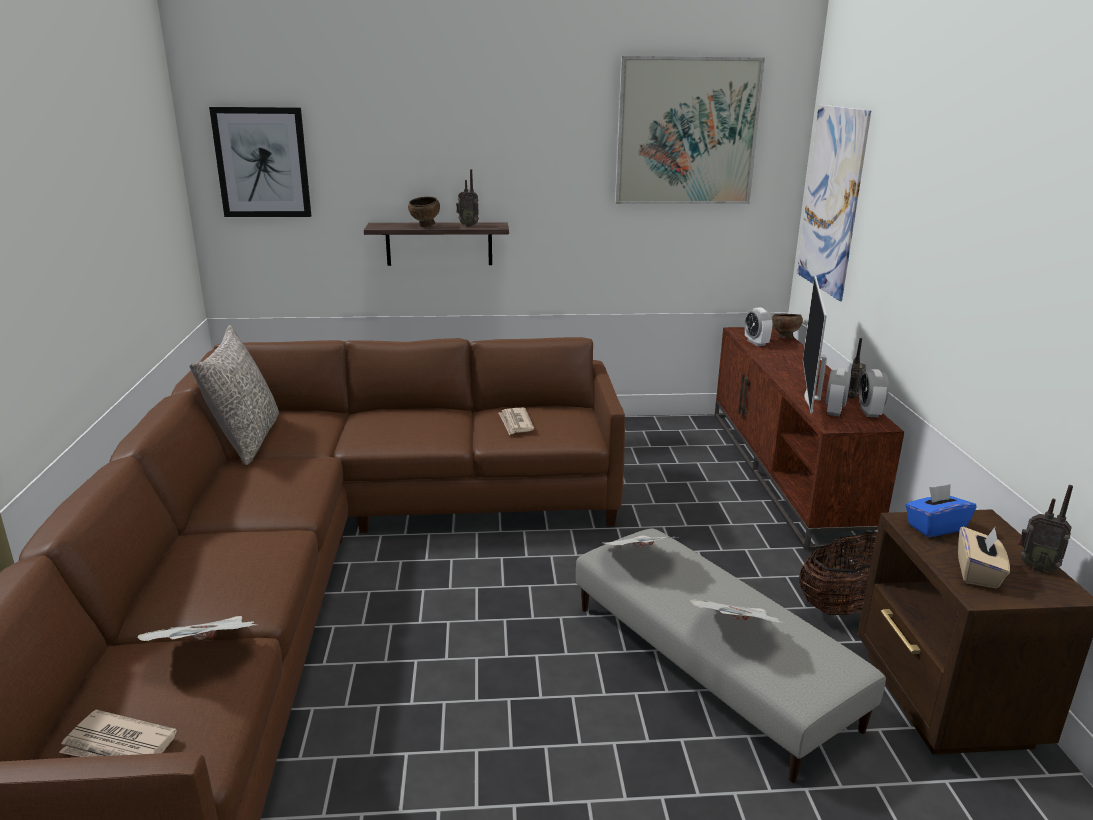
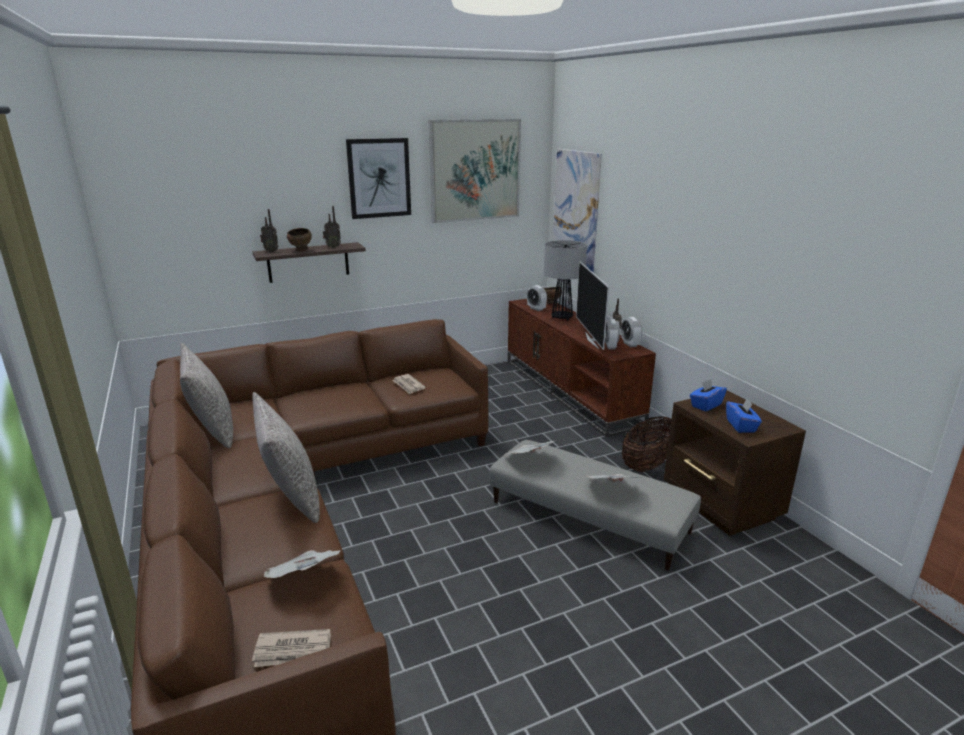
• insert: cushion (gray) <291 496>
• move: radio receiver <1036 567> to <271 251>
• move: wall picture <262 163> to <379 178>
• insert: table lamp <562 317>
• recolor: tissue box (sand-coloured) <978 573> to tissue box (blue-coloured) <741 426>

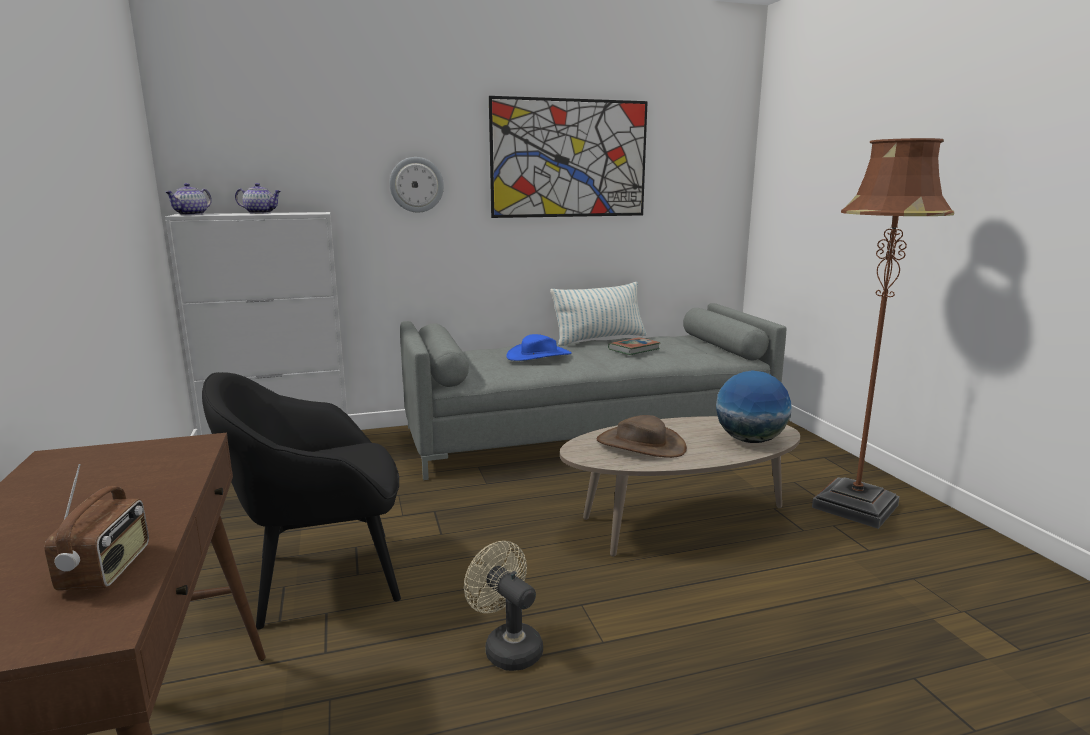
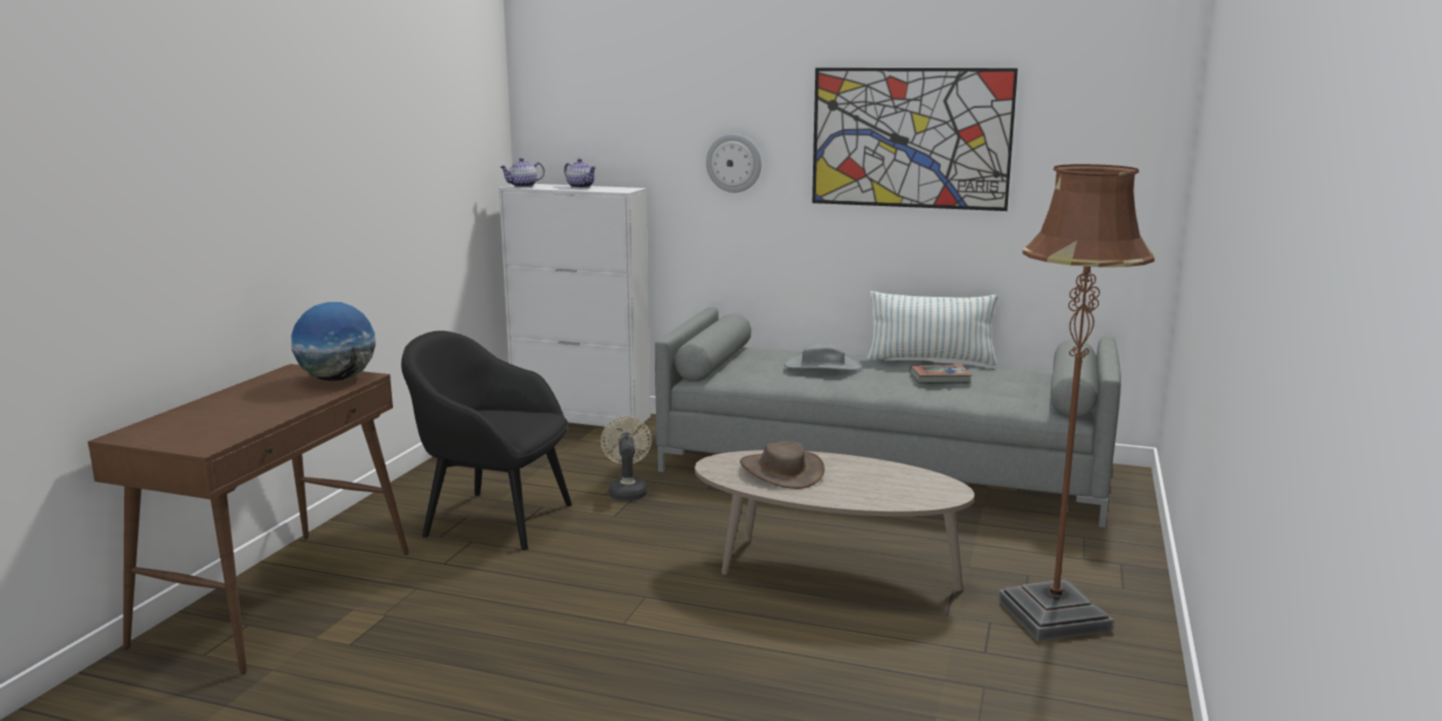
• move: desk globe <750 440> to <338 379>
• move: cooling fan (sand-coloured) <507 647> to <627 491>
• recolor: wearable hat (blue-coloured) <539 355> to wearable hat (gray) <822 366>
• delete: radio receiver <108 570>

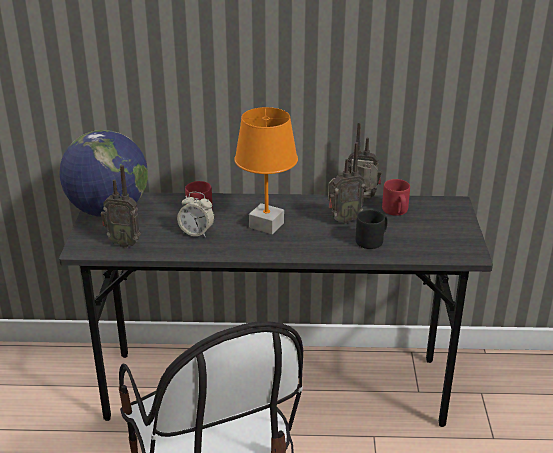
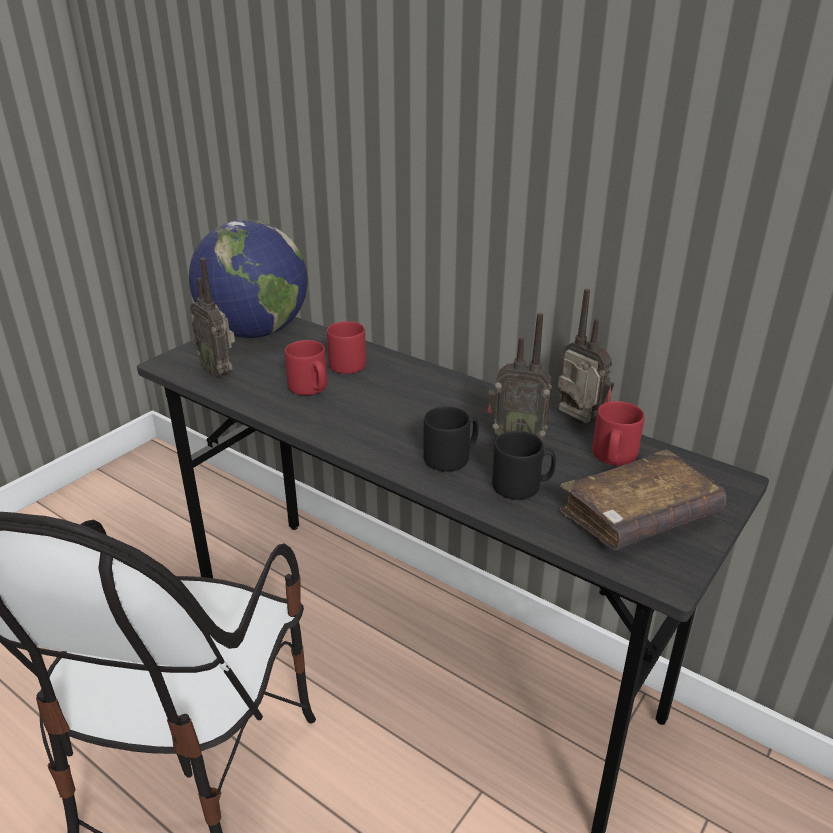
• replace: table clock <196 232> to tea mug (reddish) <310 388>
• insert: tea mug (black-coloured) <451 458>
• insert: bound book (brownish) <638 516>
• delete: table lamp (orange) <266 225>

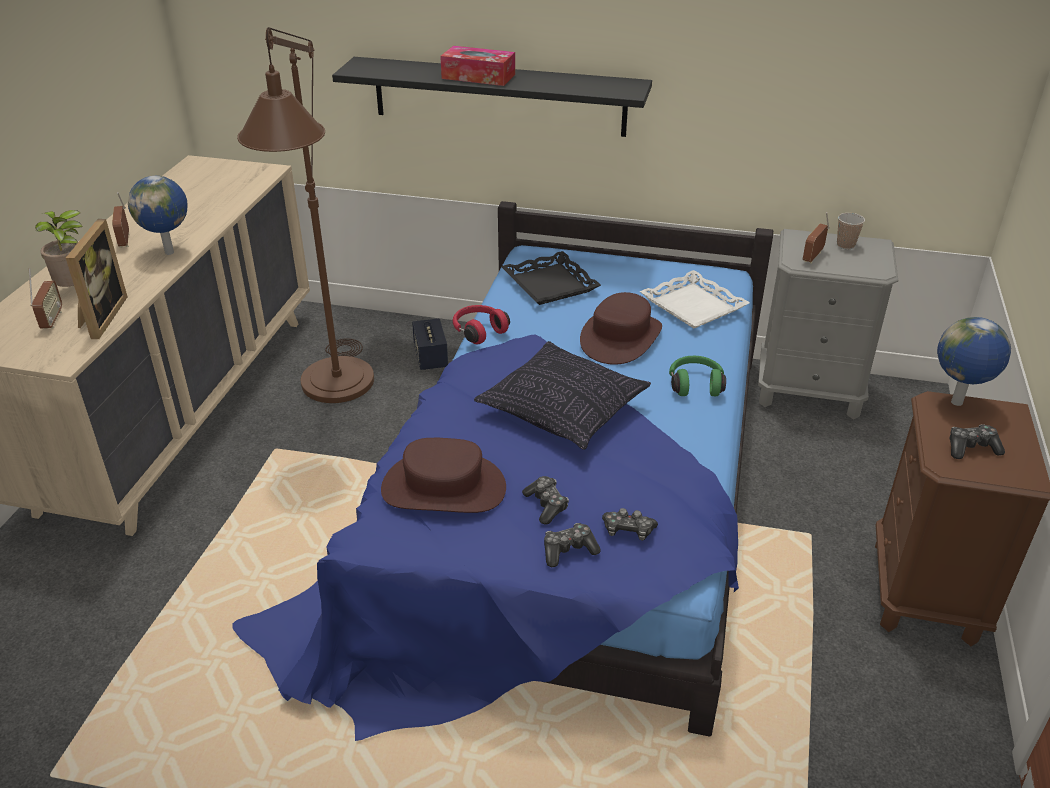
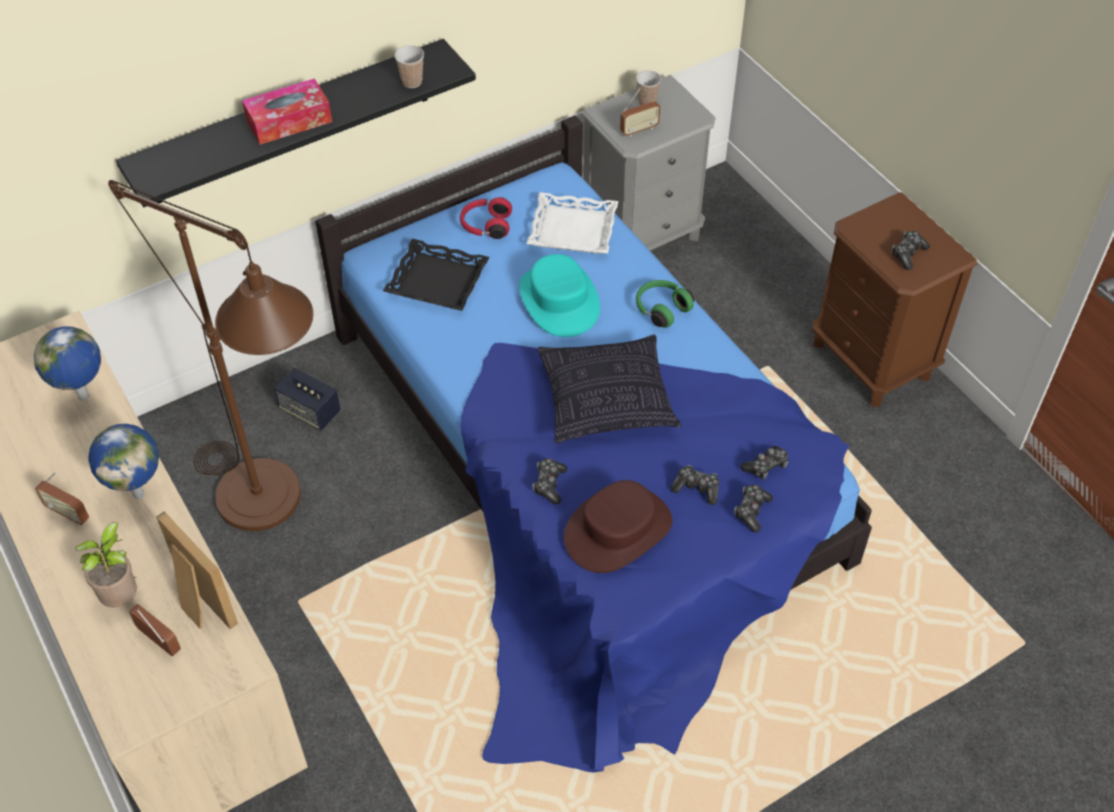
• move: desk globe <957 403> to <84 397>
• insert: drinking cup <412 82>
• move: headphones (reddish) <478 331> to <485 226>
• recolor: wearable hat (brownish) <620 337> to wearable hat (blue-green) <558 300>
• insert: gamepad <549 484>
• rotate: radio receiver <813 257> = <639 130> 105 degrees counterclockwise

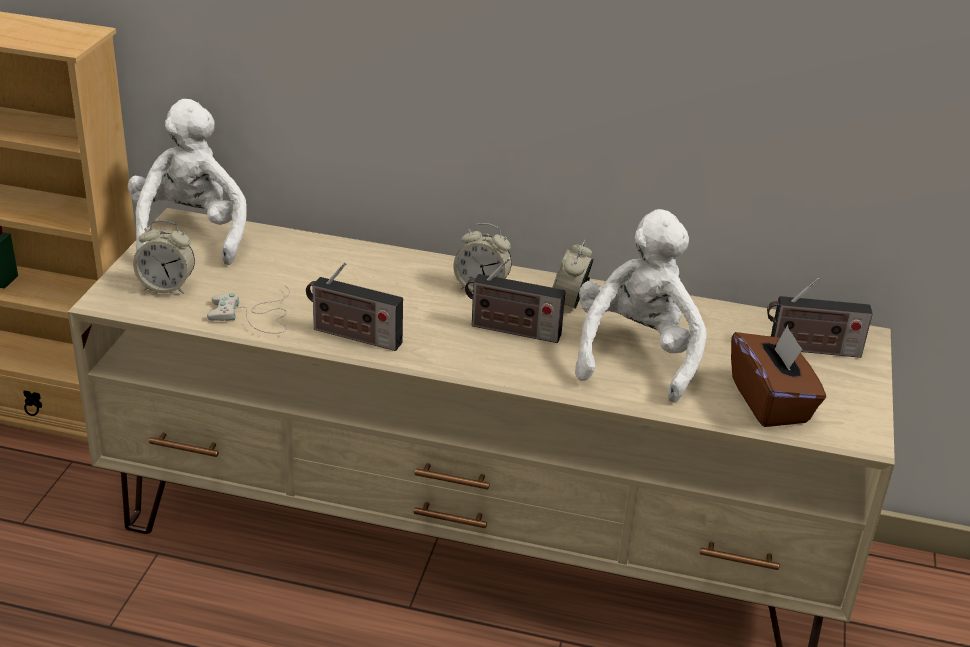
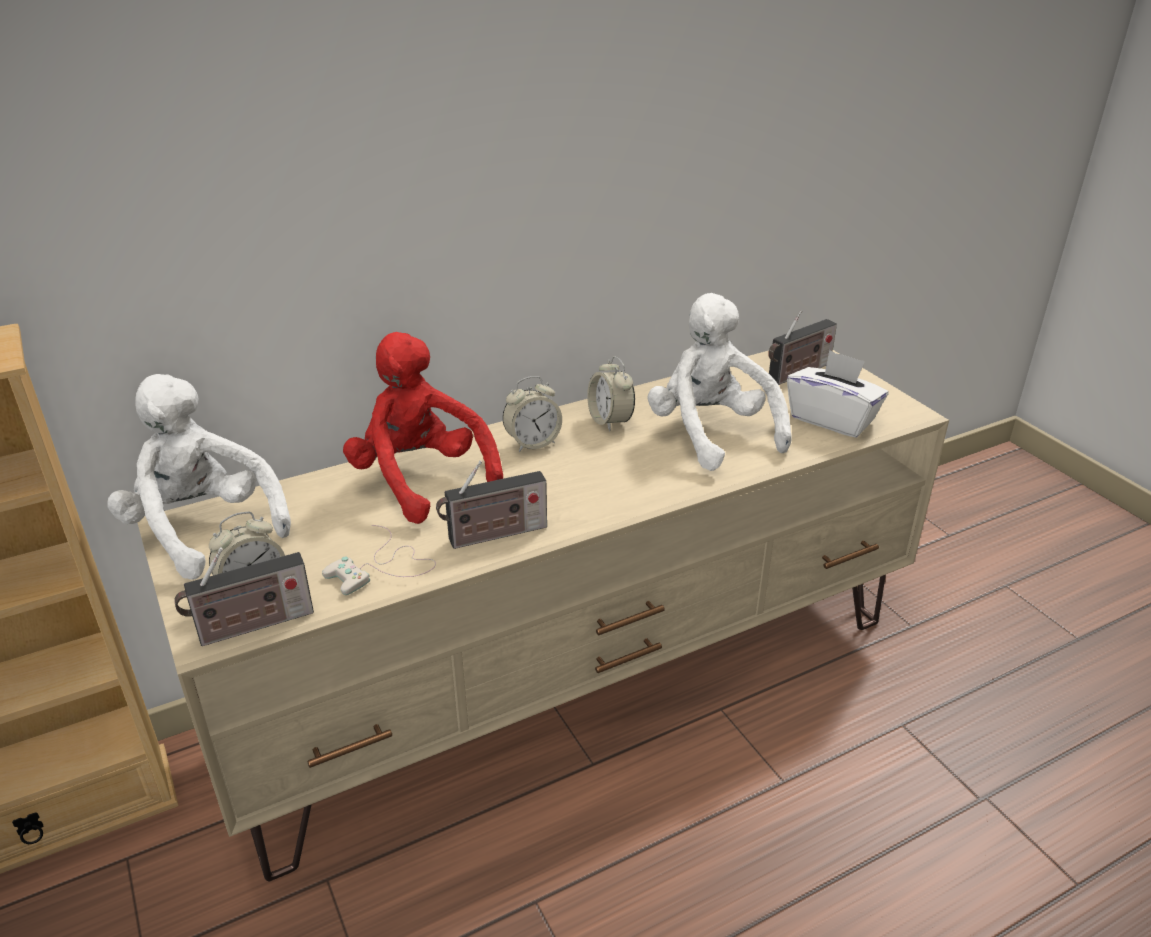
• move: radio receiver <511 330> to <251 626>
• insert: cuddly toy (reddish) <421 480>
• recolor: tissue box (brownish) <770 402> to tissue box (white) <832 419>

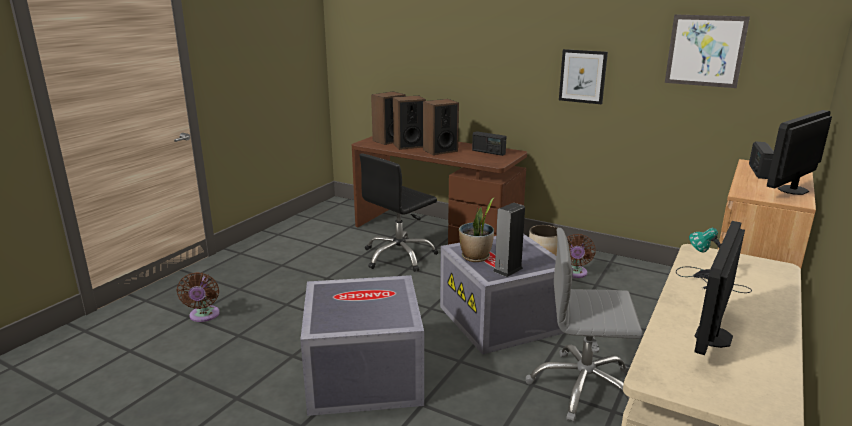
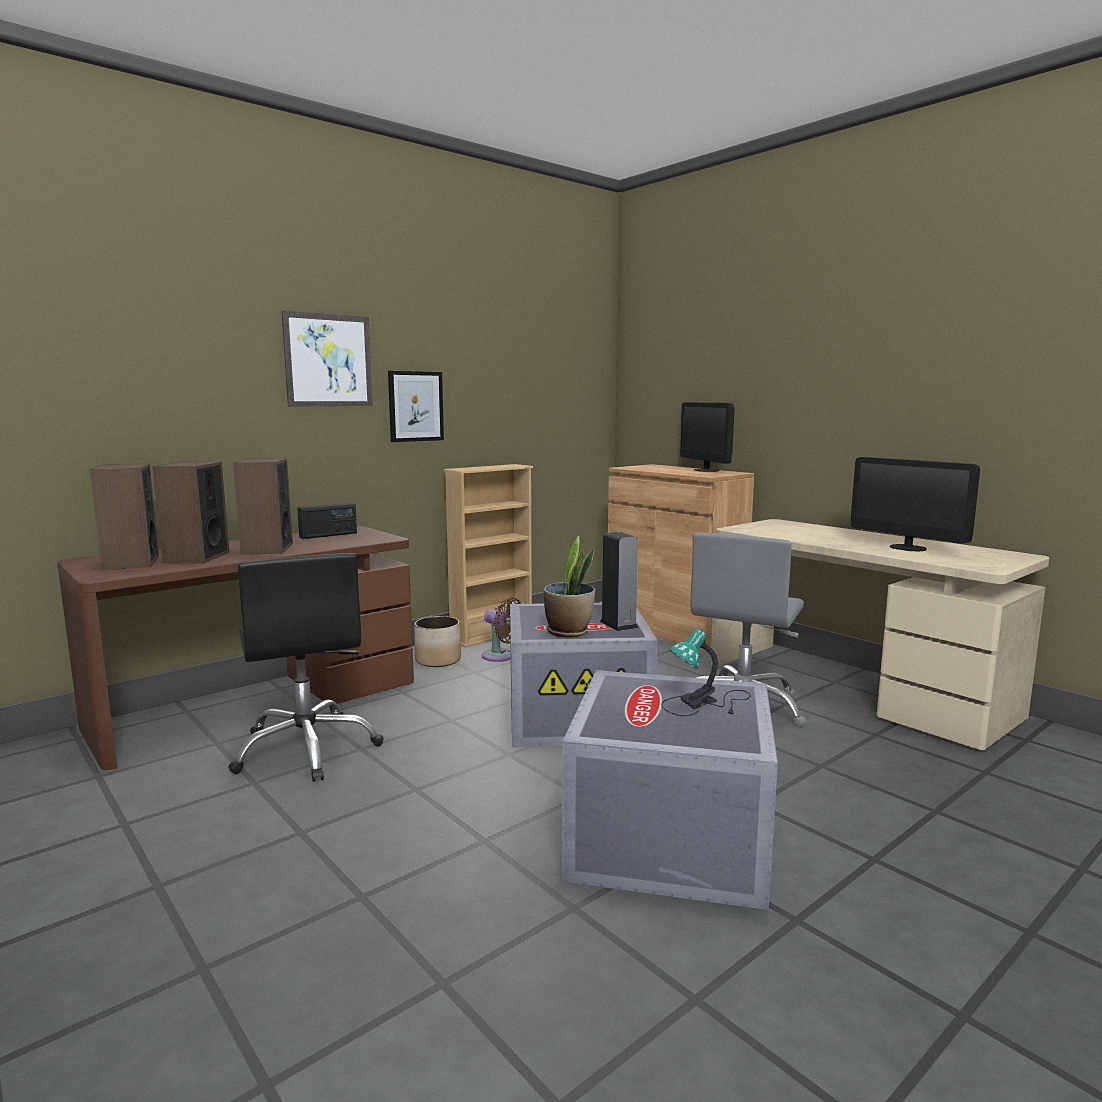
• move: wall picture <705 51> to <328 360>
• insert: bookcase (sand-coloured) <491 635>
• move: table lamp <709 279> to <706 703>
• delete: cooling fan (brownish) <204 316>
• delete: radio receiver <759 172>

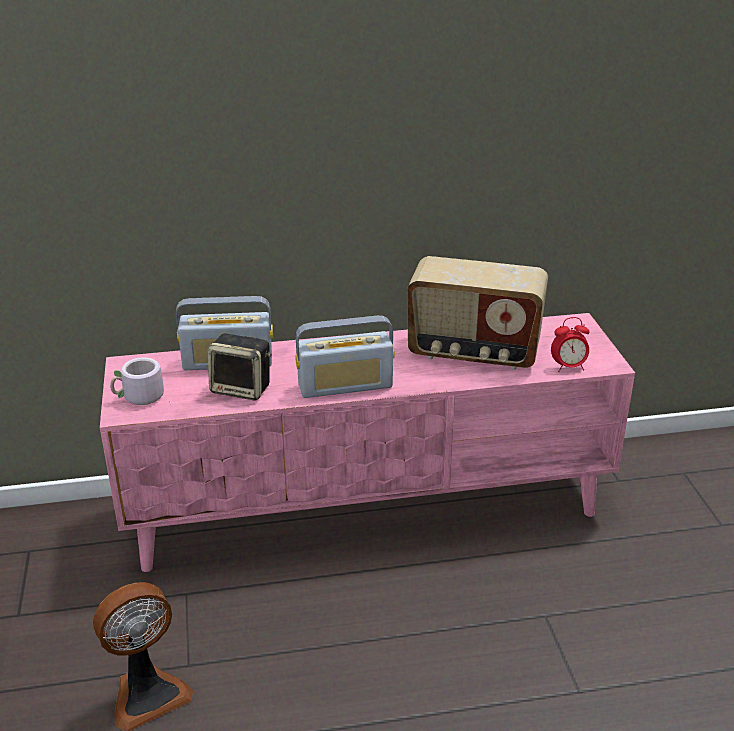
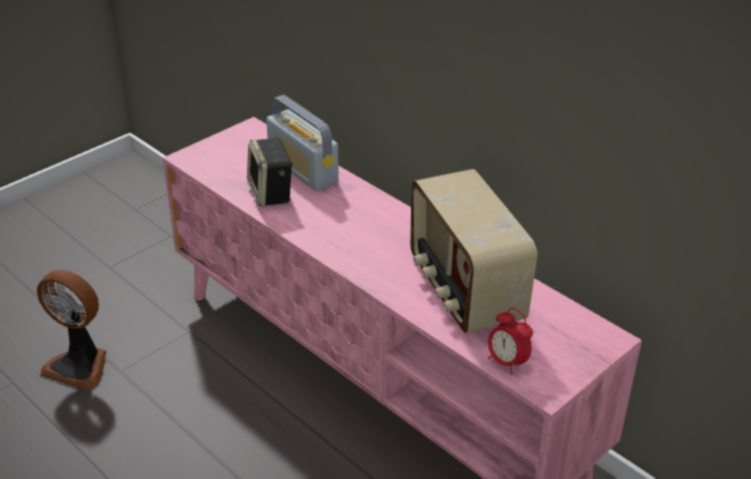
• delete: tea mug (gray) <140 398>
• delete: radio receiver <345 385>

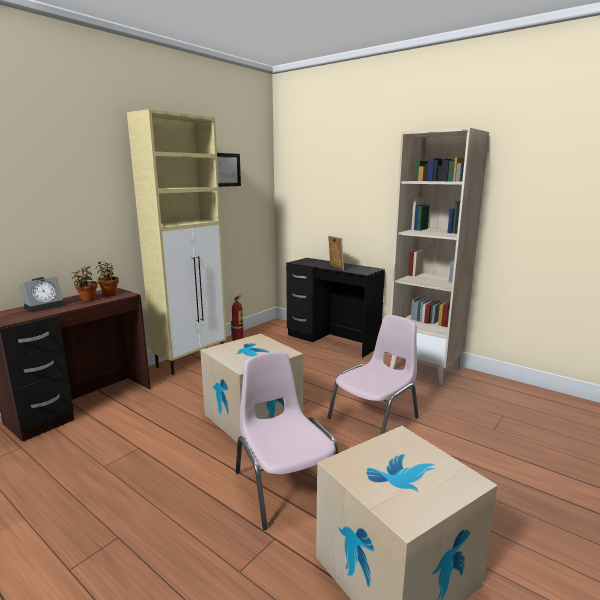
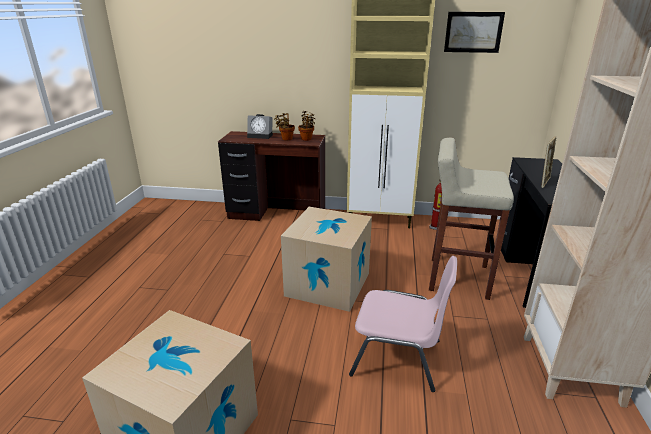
• insert: stool (sand-coloured) <457 278>
• delete: plain chair (pink-coloured) <285 485>

